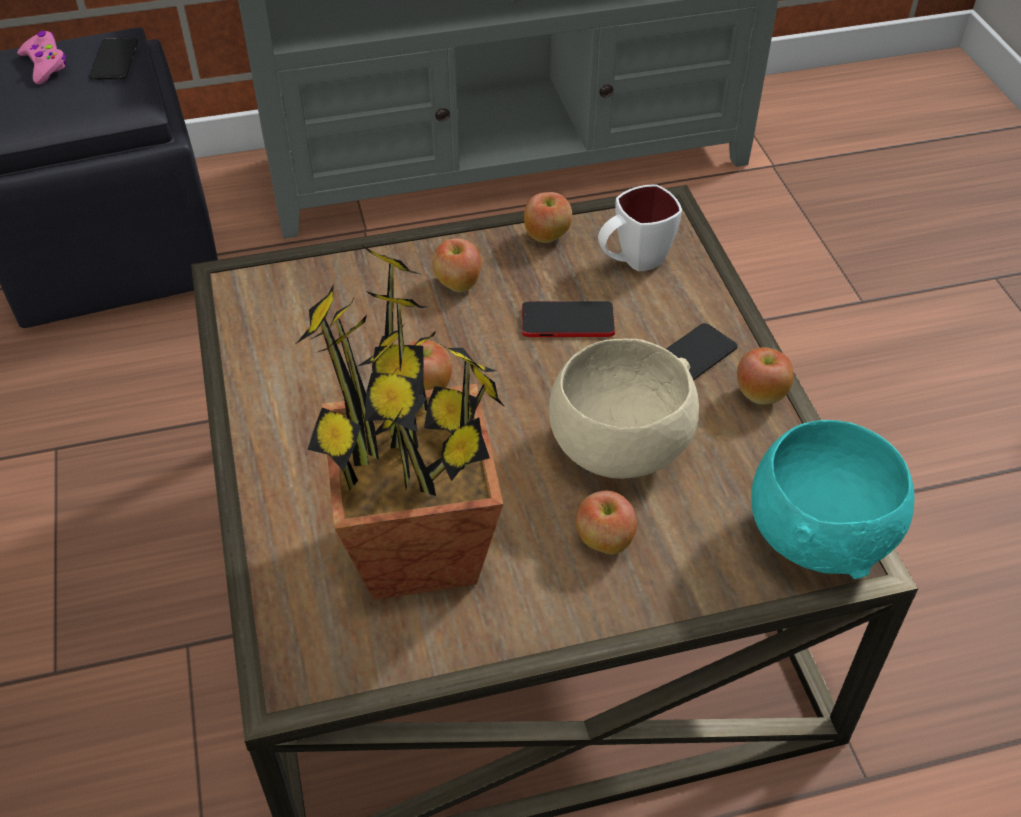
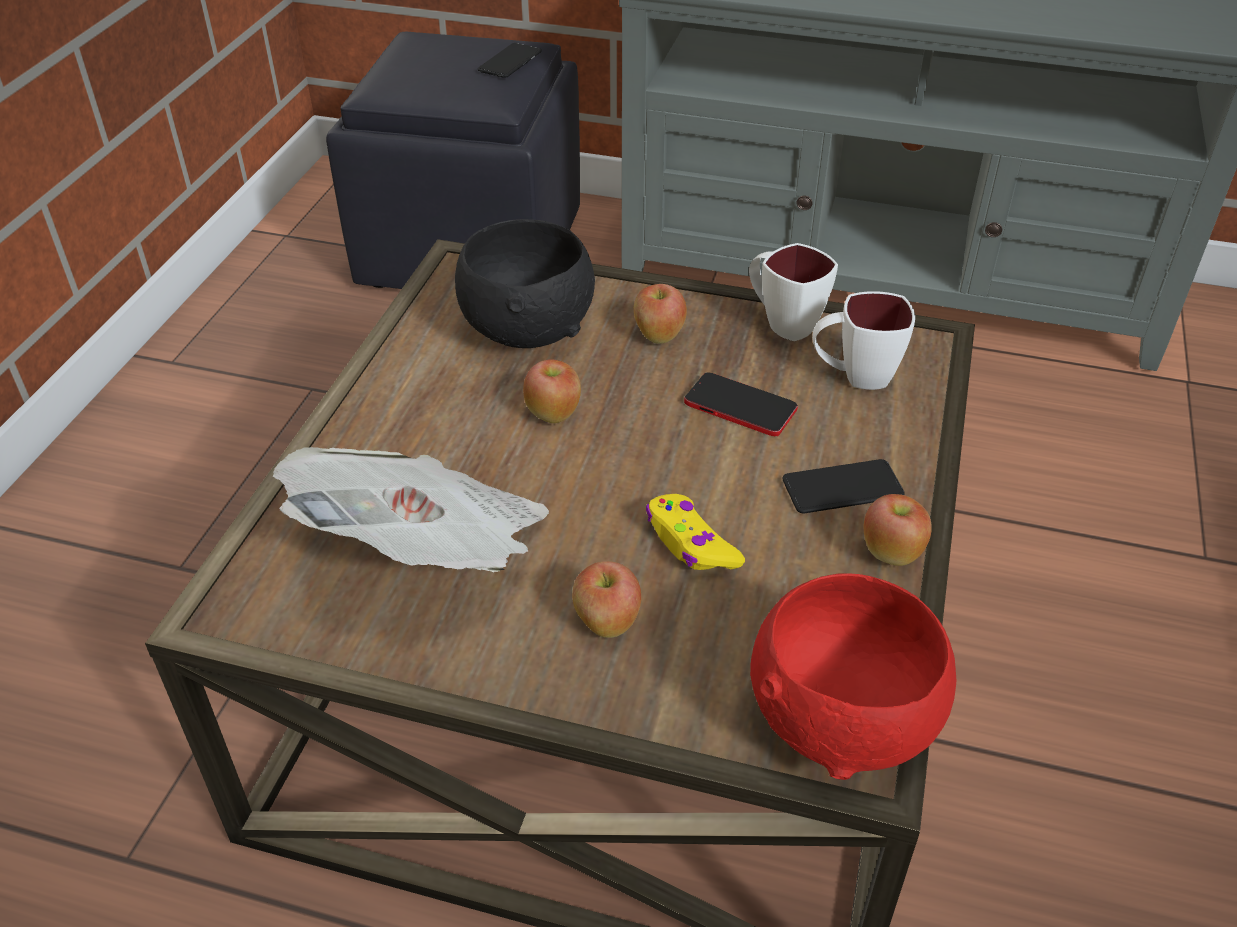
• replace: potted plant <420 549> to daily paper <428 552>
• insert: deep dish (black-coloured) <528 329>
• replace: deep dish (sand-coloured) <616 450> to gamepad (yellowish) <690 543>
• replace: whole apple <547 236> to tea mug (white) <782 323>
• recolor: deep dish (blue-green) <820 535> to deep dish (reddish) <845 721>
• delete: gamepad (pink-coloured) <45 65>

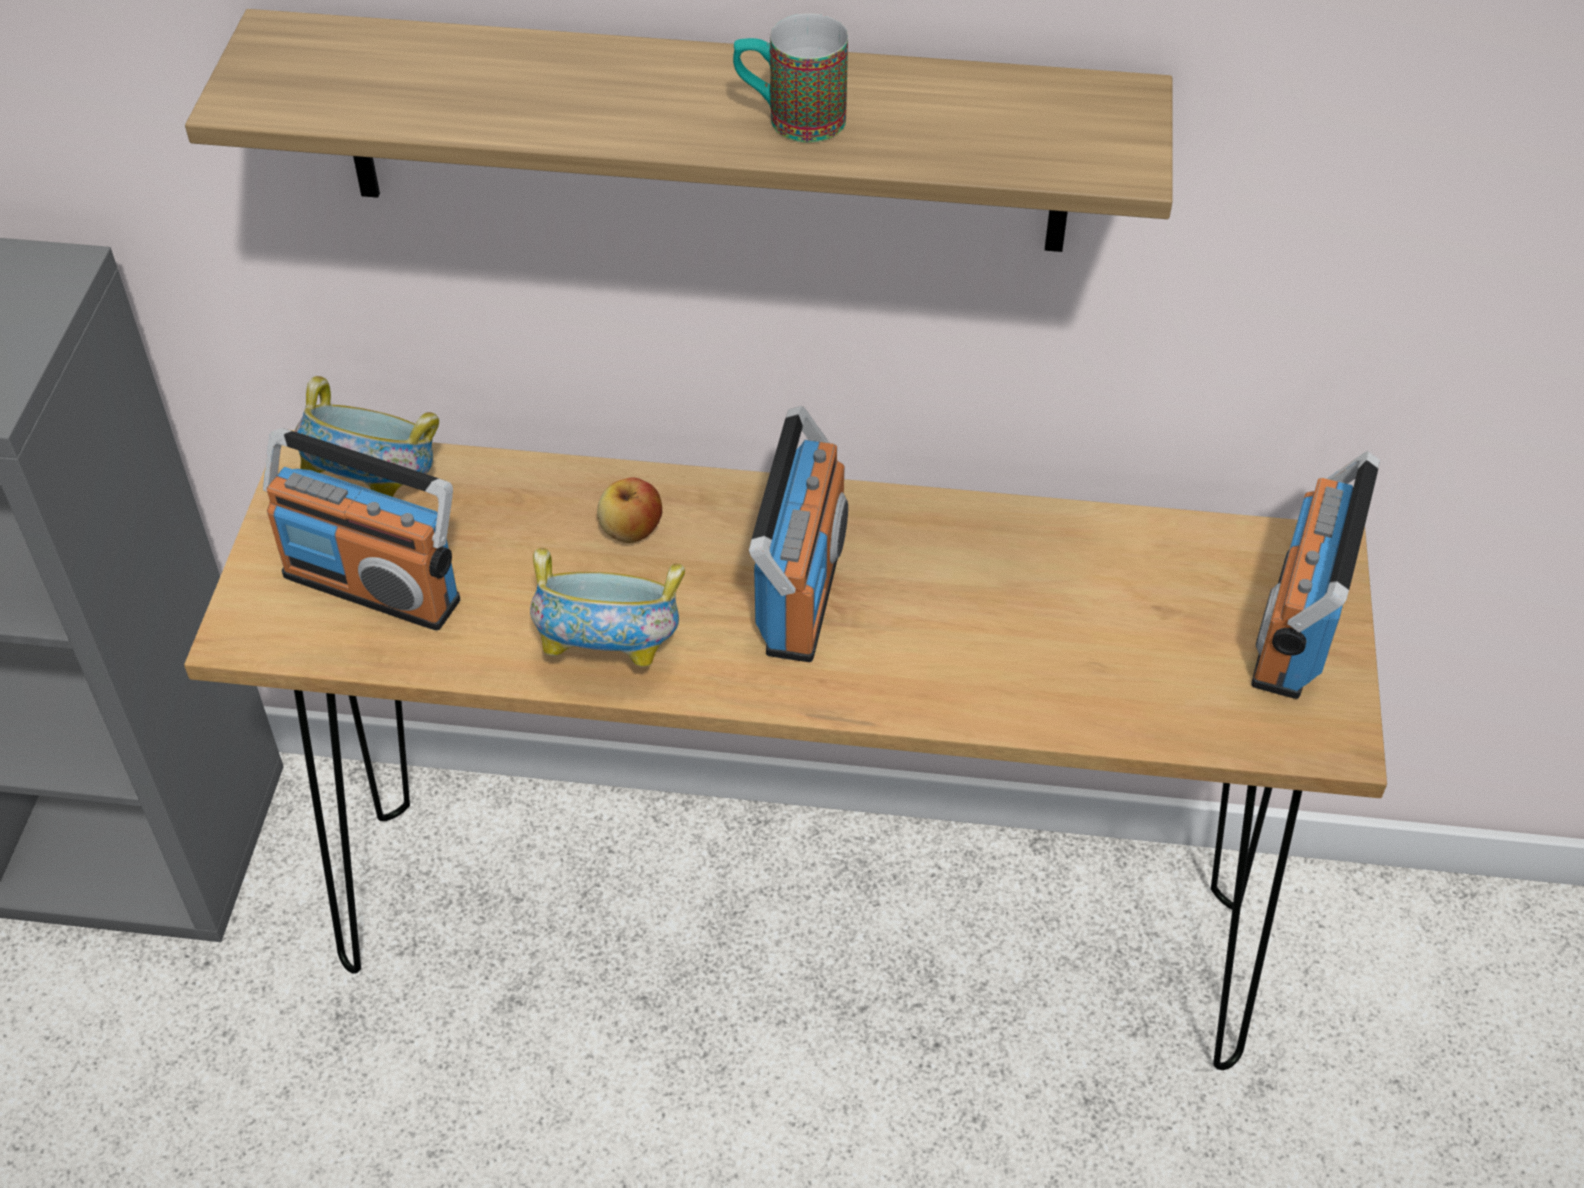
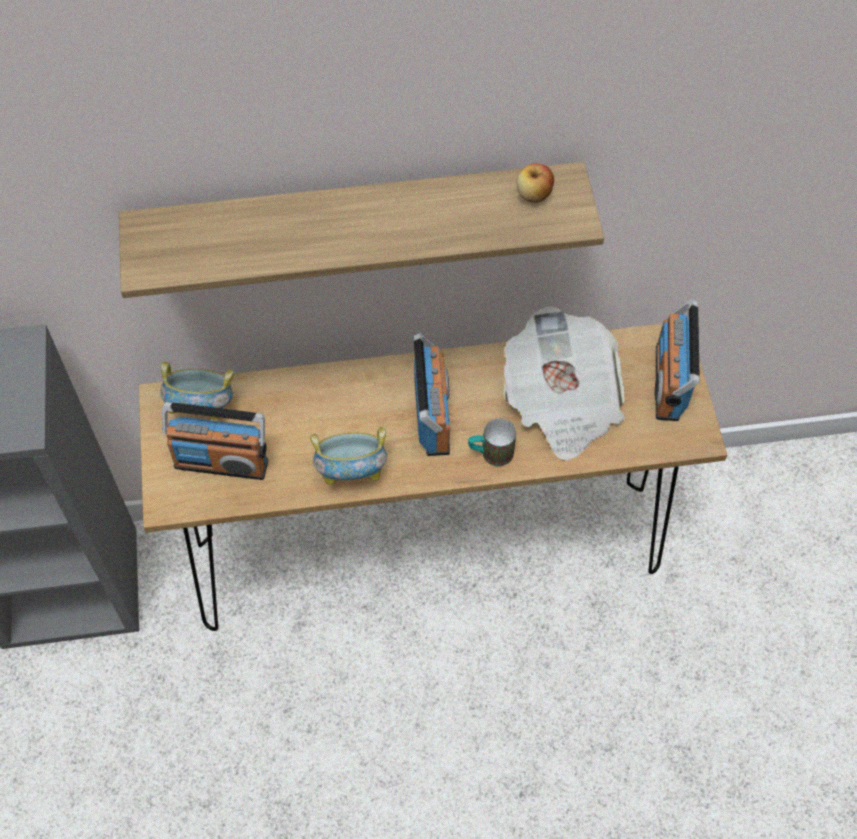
• move: tea mug <790 119> to <490 454>
• insert: daily paper <562 402>
• move: whole apple <631 531> to <534 195>

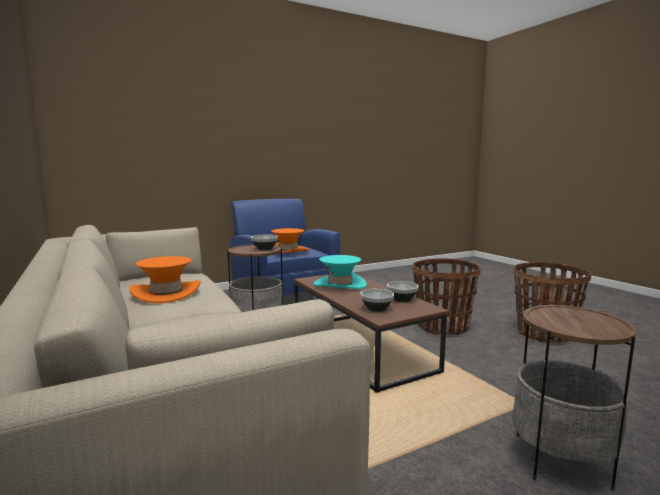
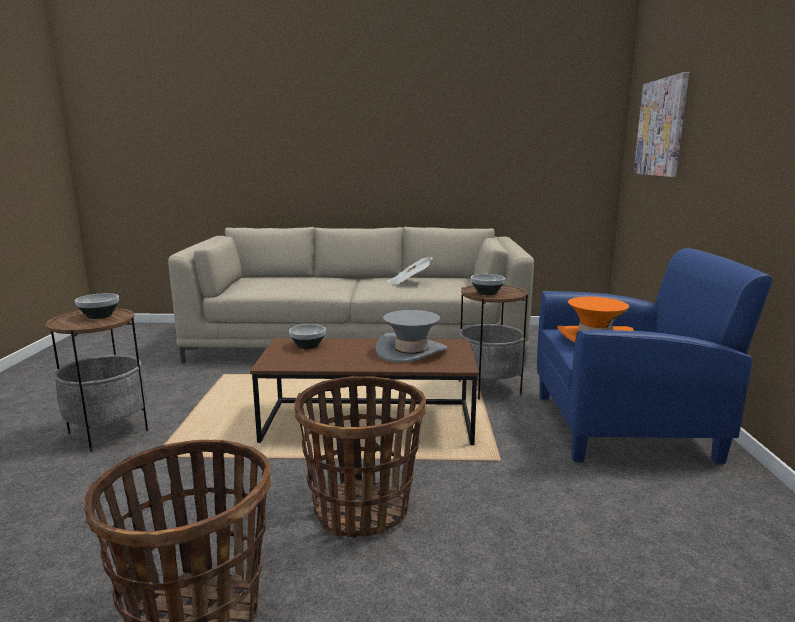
• move: deep dish <402 299> to <99 316>
• recolor: wearable hat (blue-green) <340 284> to wearable hat (gray) <411 351>
• replace: wearable hat (orange) <166 293> to daily paper <409 283>
• insert: wall picture <661 127>

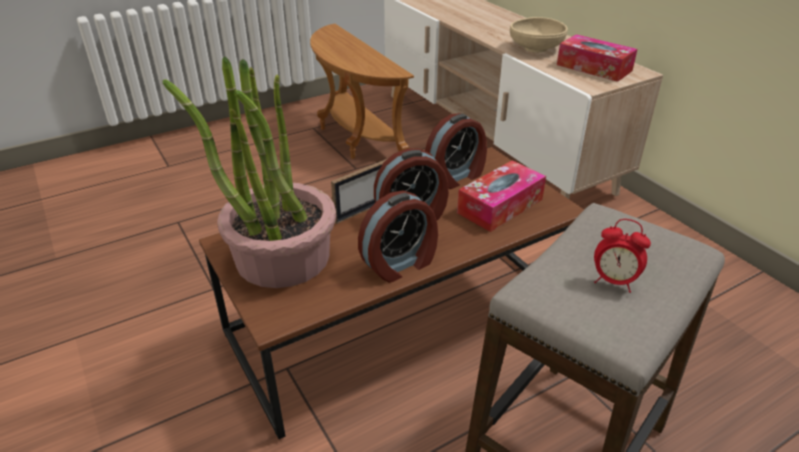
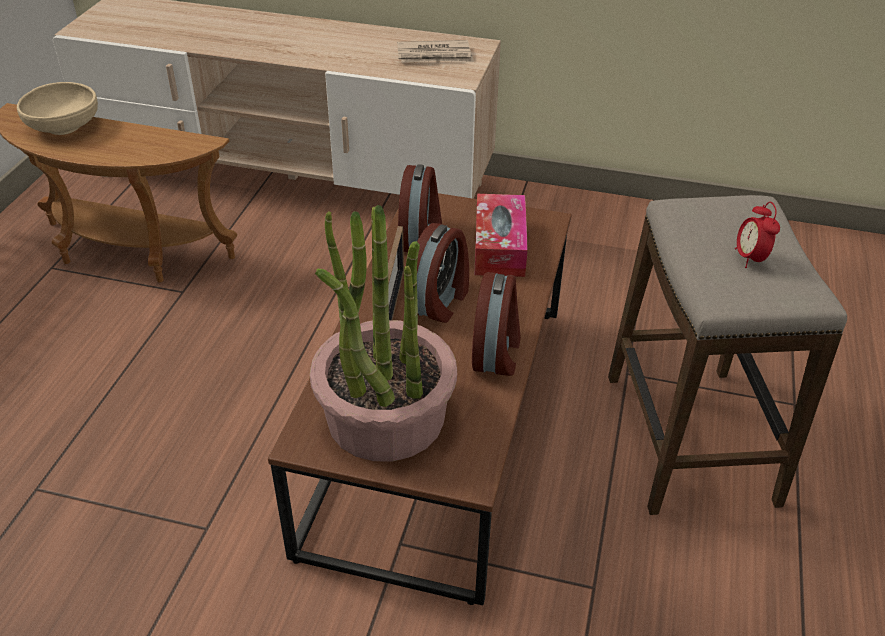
• move: deep dish (sand-coloured) <536 48> to <64 127>
• replace: tissue box <594 68> to daily paper <435 56>
• rotate: table clock <613 281> = <750 258> 105 degrees clockwise

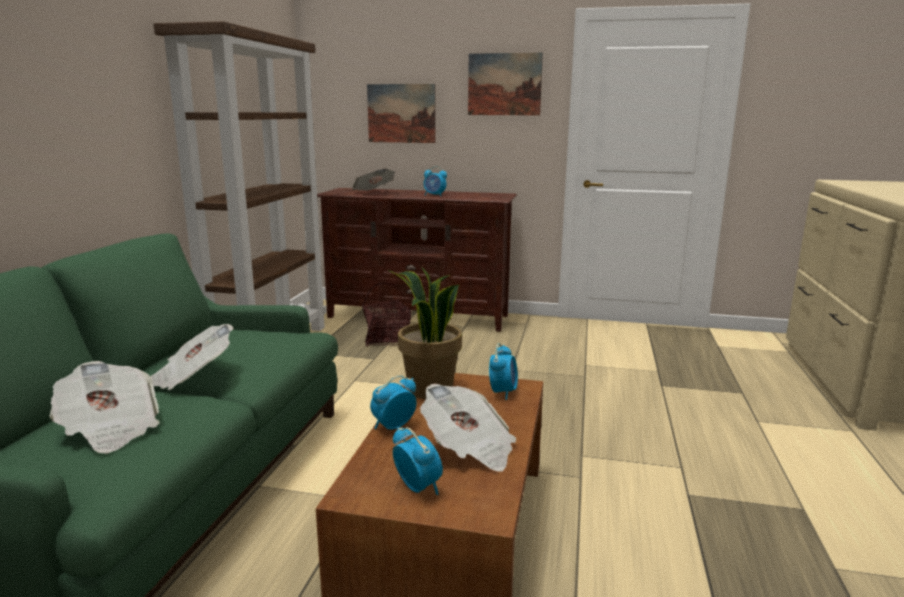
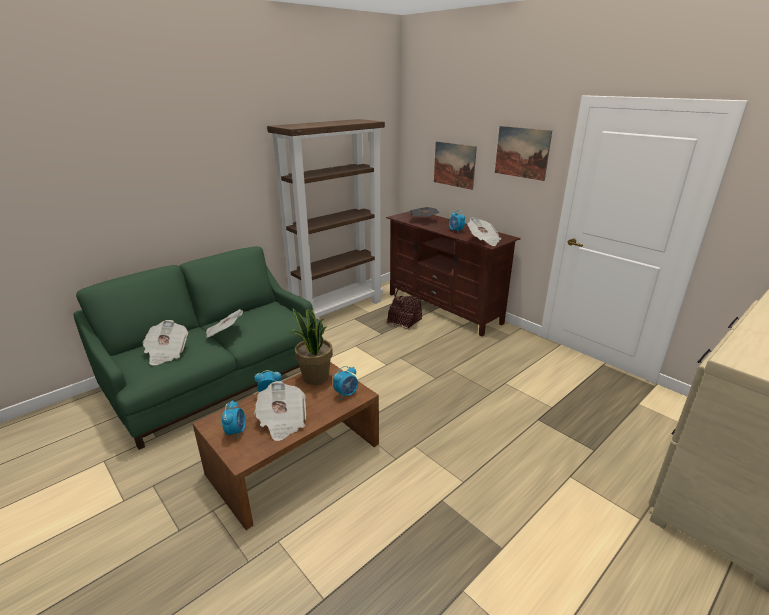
• insert: daily paper <483 241>

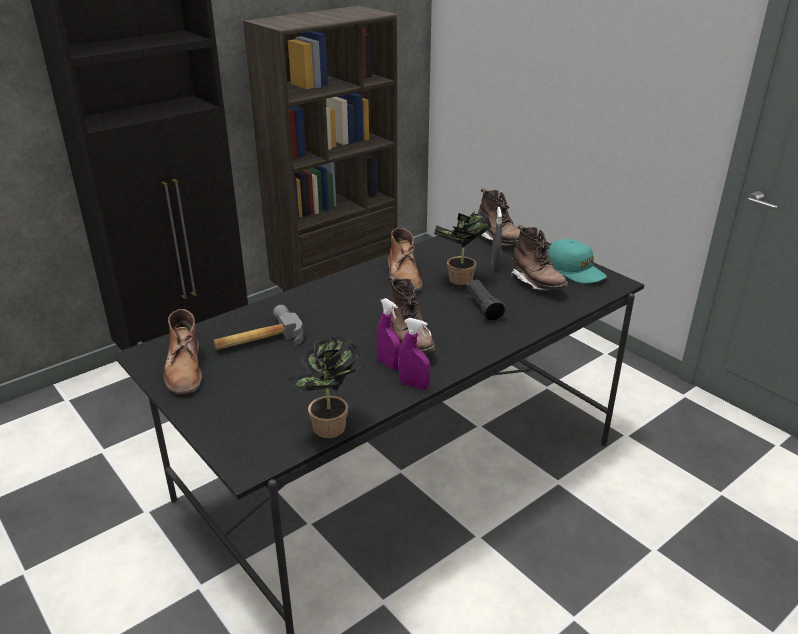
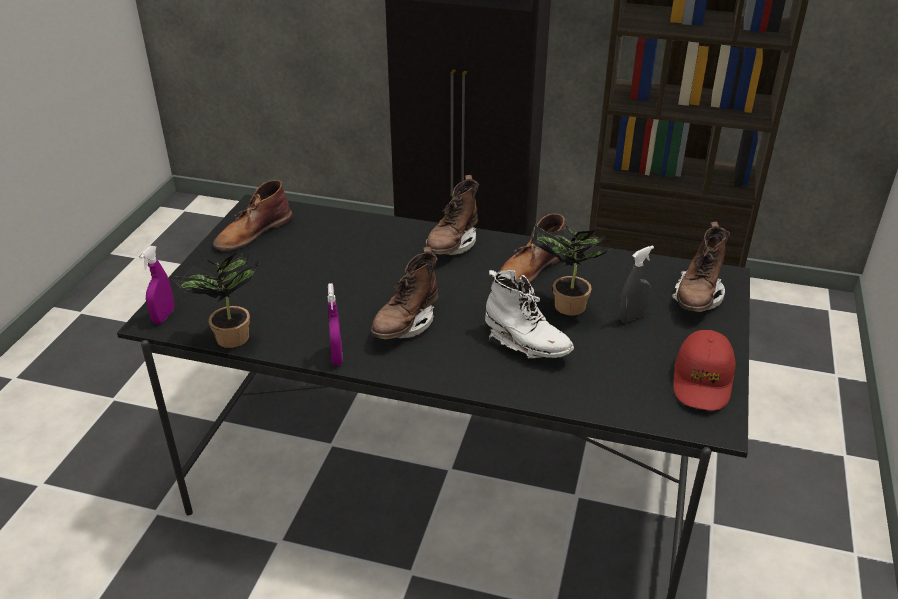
• move: hand sprayer (purplish) <388 364> to <164 316>
• move: boot (brownish) <537 283> to <452 244>
• replace: hand torch (black-coloured) <483 308> to boot (white) <526 344>
• recolor: baseball cap (blue-green) <574 270> to baseball cap (reddish) <703 380>
• delete: hammer <257 339>

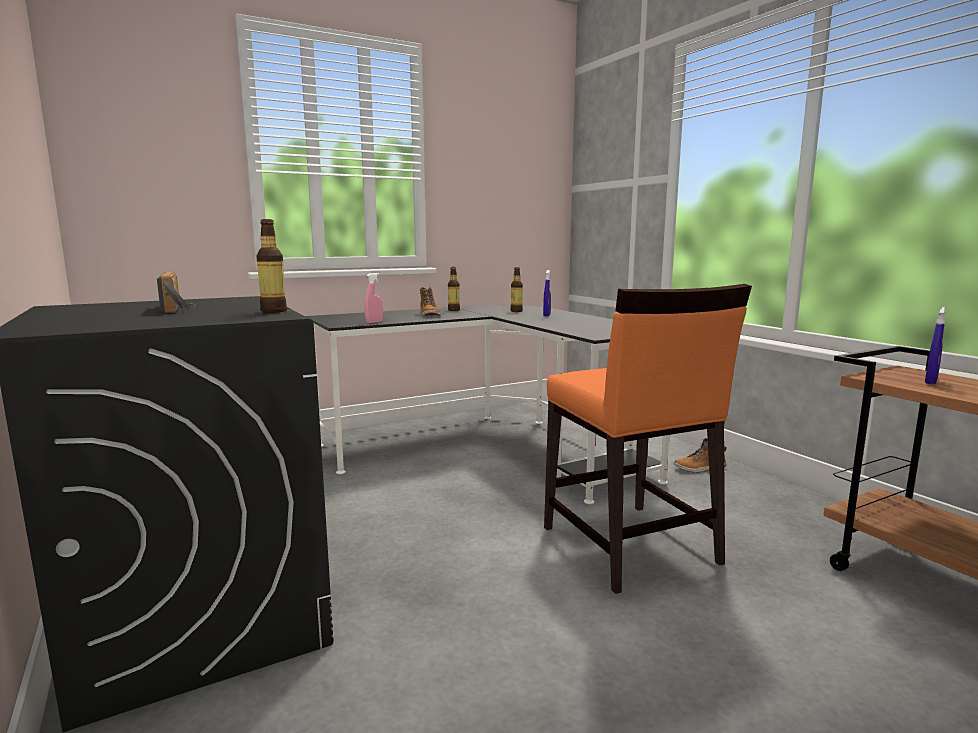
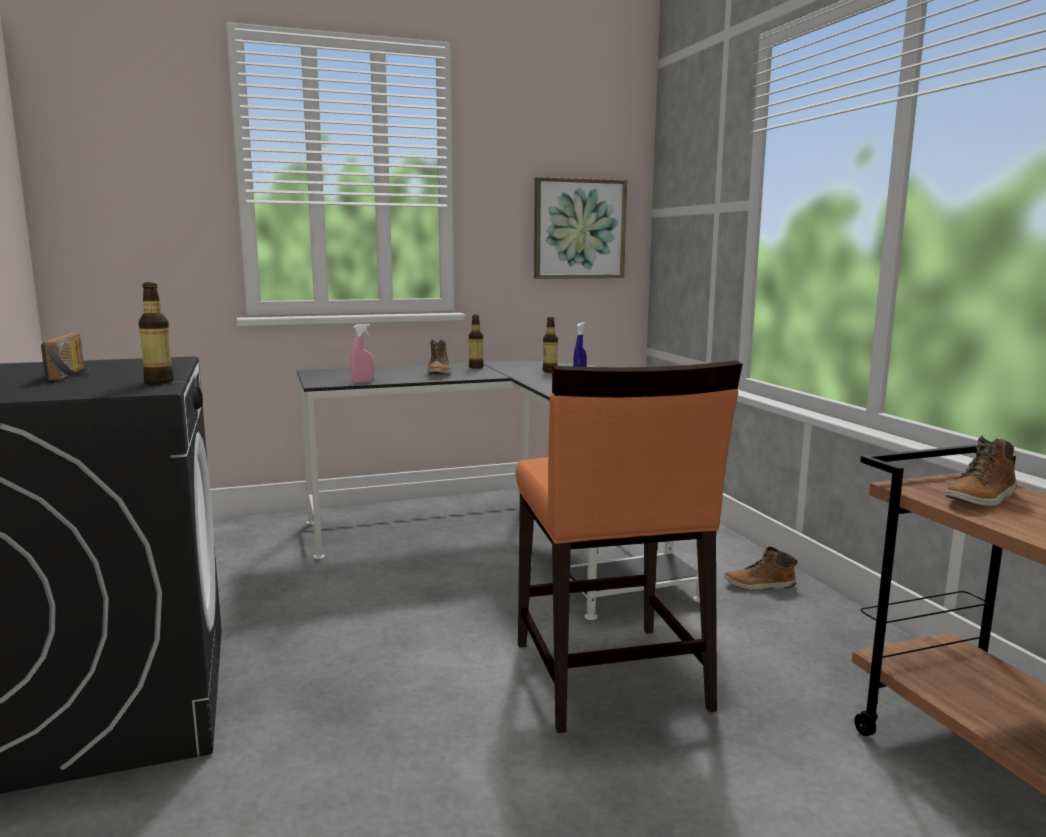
• insert: wall picture <579 229>
• replace: hand sprayer (blue-coloured) <930 382> to boot <981 498>

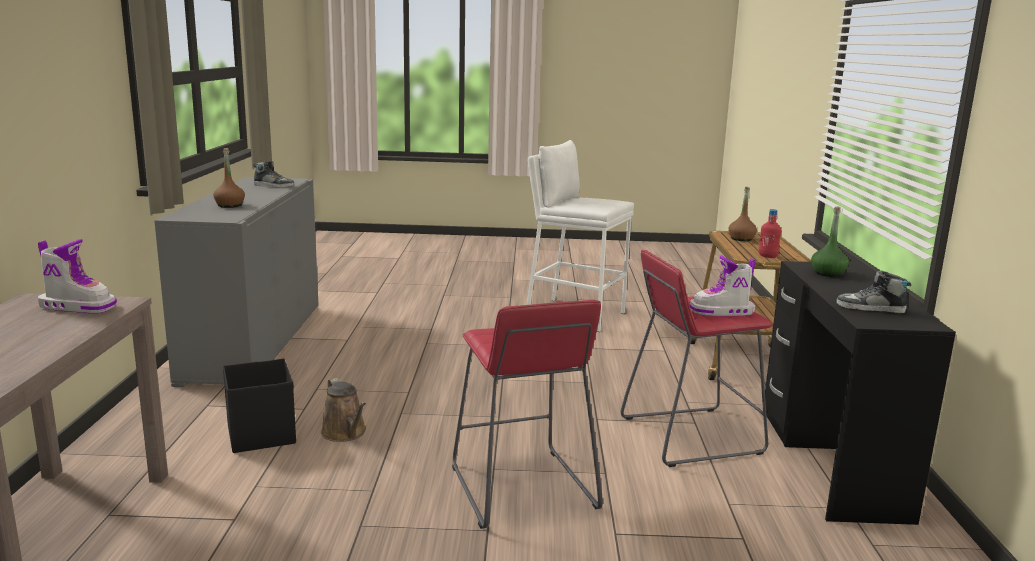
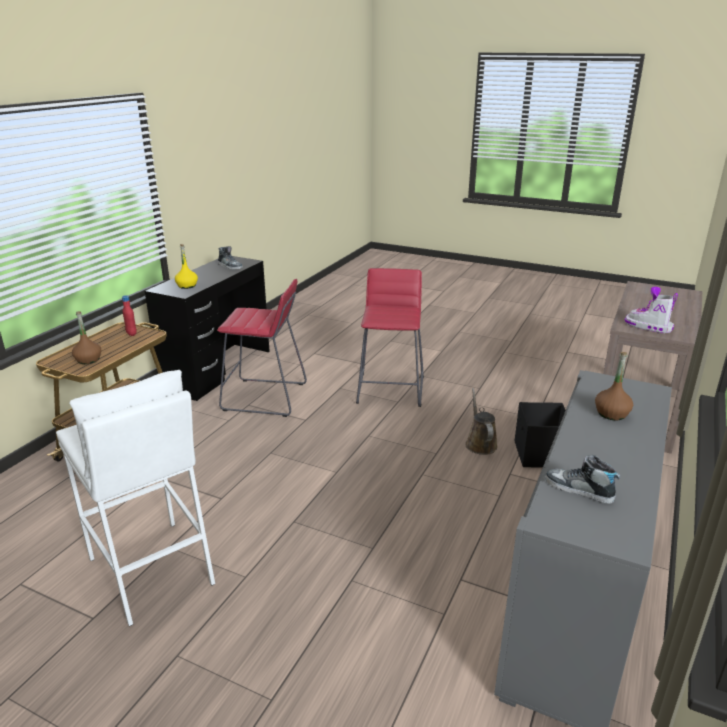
• recolor: drink bottle (green-coloured) <828 273> to drink bottle (yellowish) <187 286>
• delete: boot <722 312>

